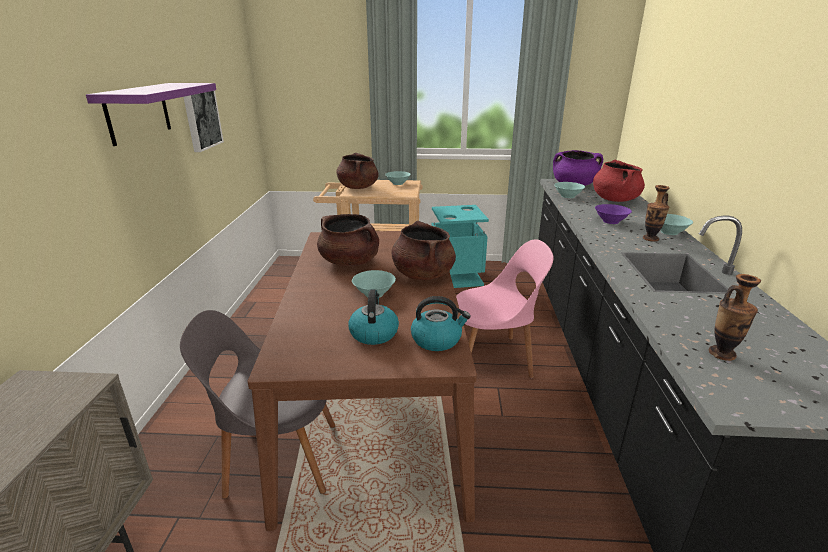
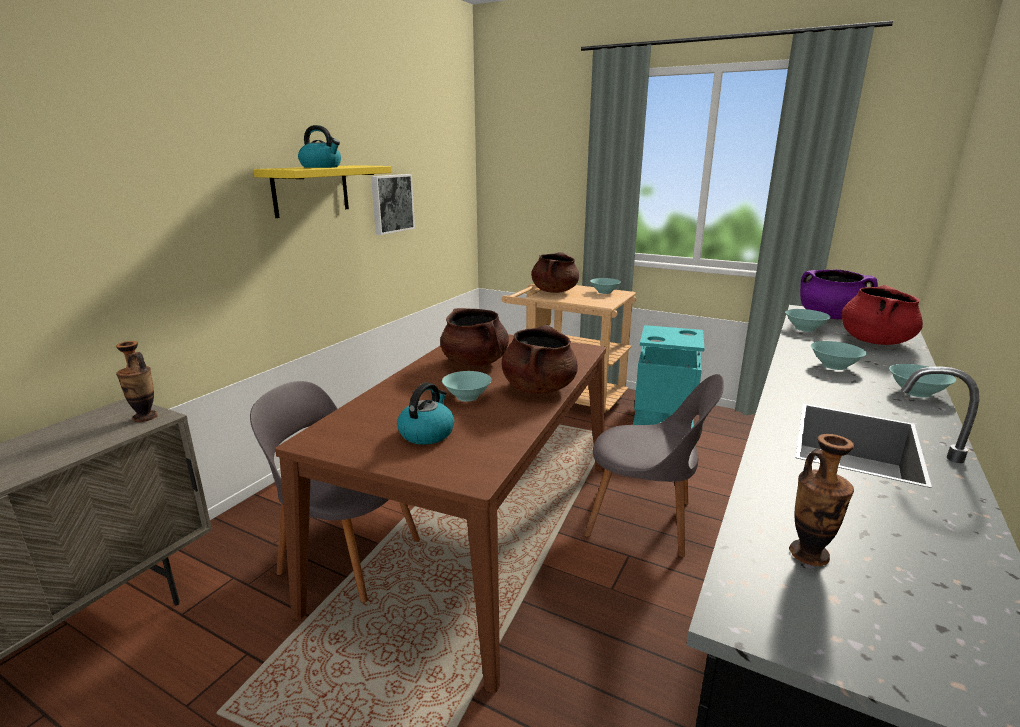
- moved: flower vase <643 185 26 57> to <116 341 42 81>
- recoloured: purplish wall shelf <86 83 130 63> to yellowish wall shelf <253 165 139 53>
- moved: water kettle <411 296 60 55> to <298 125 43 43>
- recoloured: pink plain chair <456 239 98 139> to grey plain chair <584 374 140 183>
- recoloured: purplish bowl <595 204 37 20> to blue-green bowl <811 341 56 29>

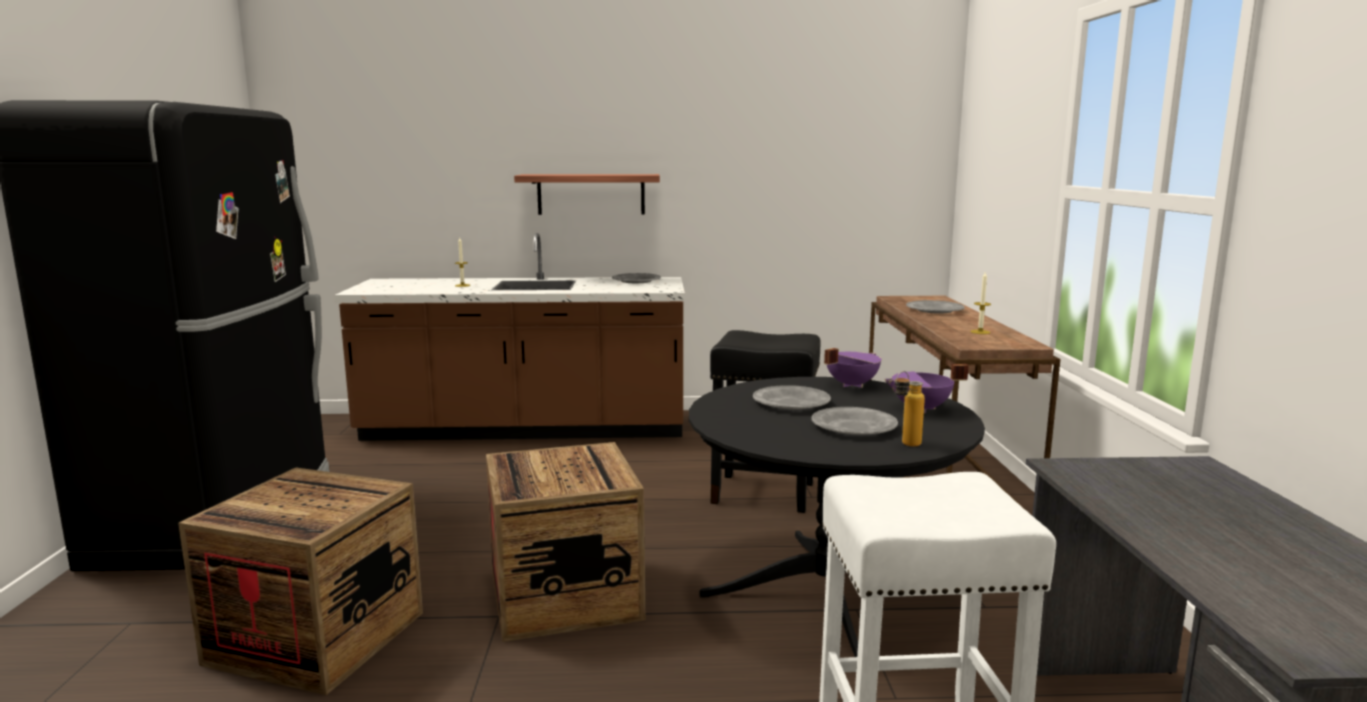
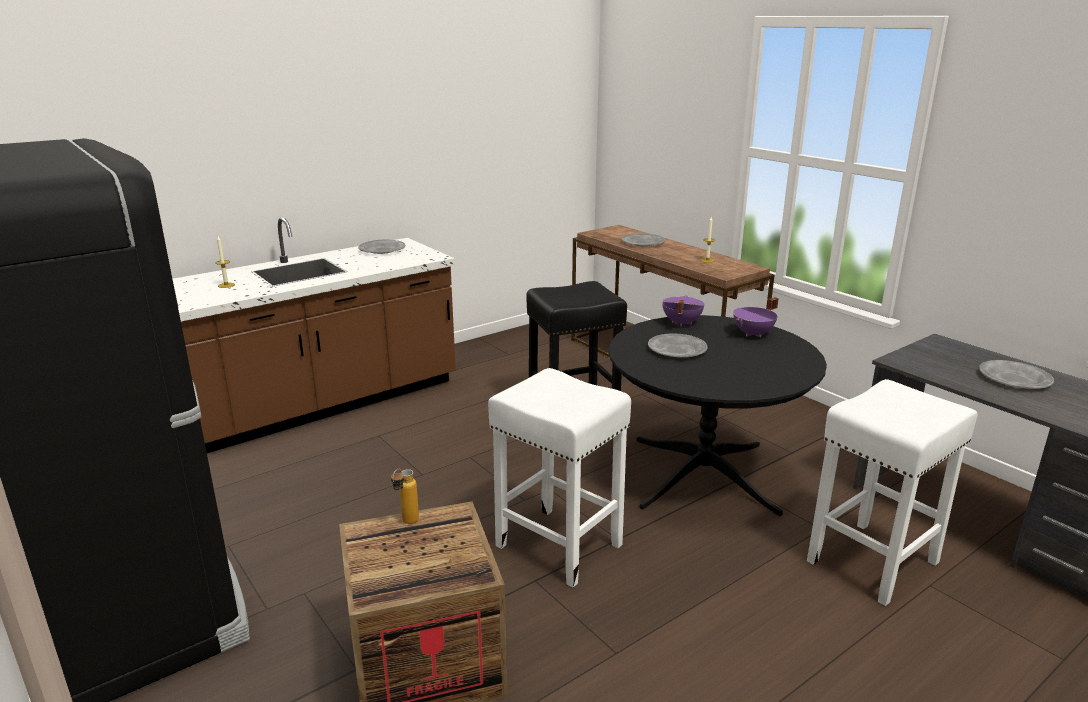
- moved: bottle <895 371 30 76> to <391 468 28 56>
- replaced: packing crate <486 442 159 200> to white sitting stool <488 368 143 220>
- moved: grey flat dish <812 407 86 28> to <979 360 75 29>
- removed: wall shelf <514 174 146 41>

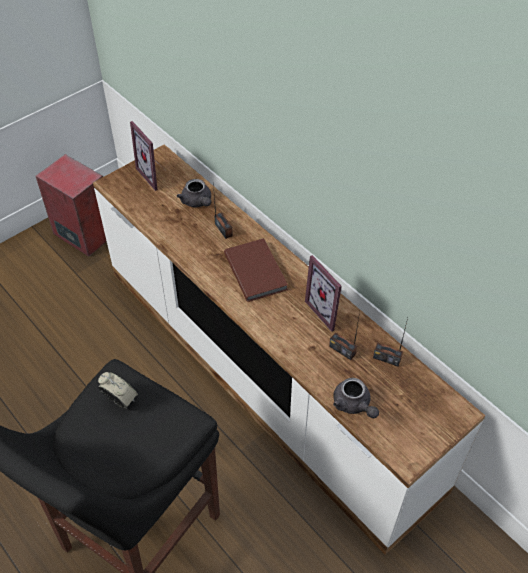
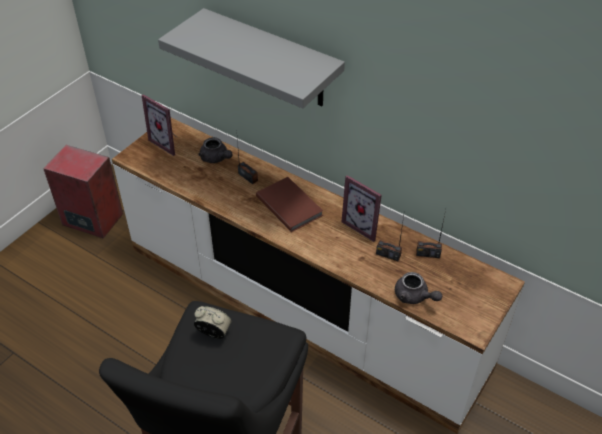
- added: grey wall shelf <158 8 187 100>

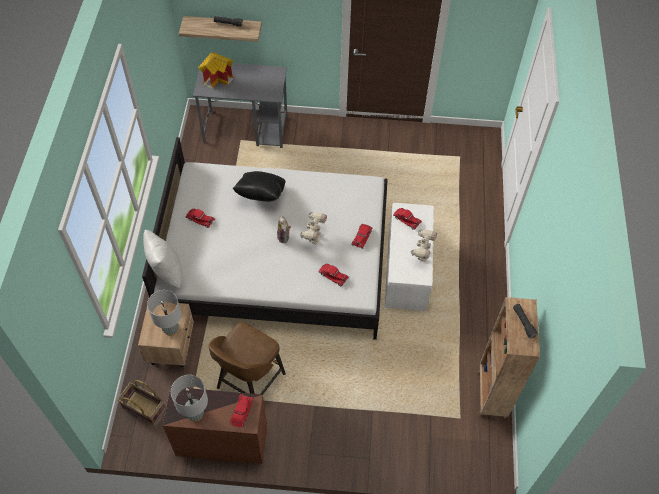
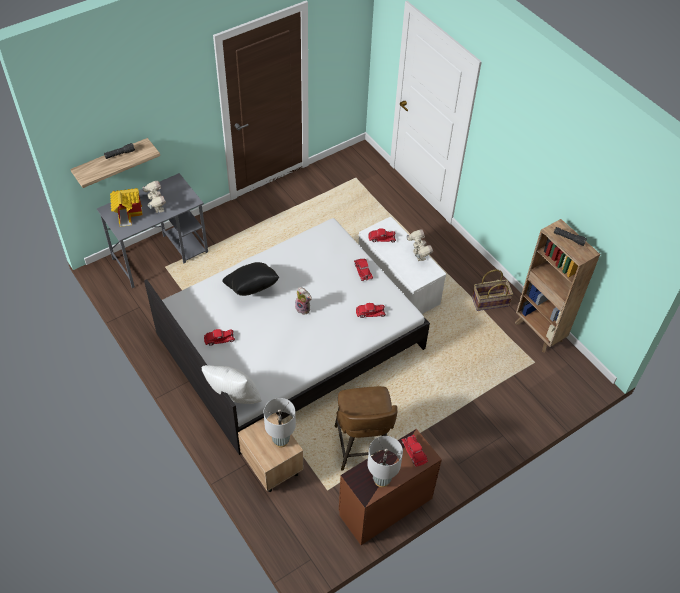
- moved: model robot <300 212 27 33> to <142 181 24 32>
- moved: storage basket <117 380 49 45> to <472 269 41 42>

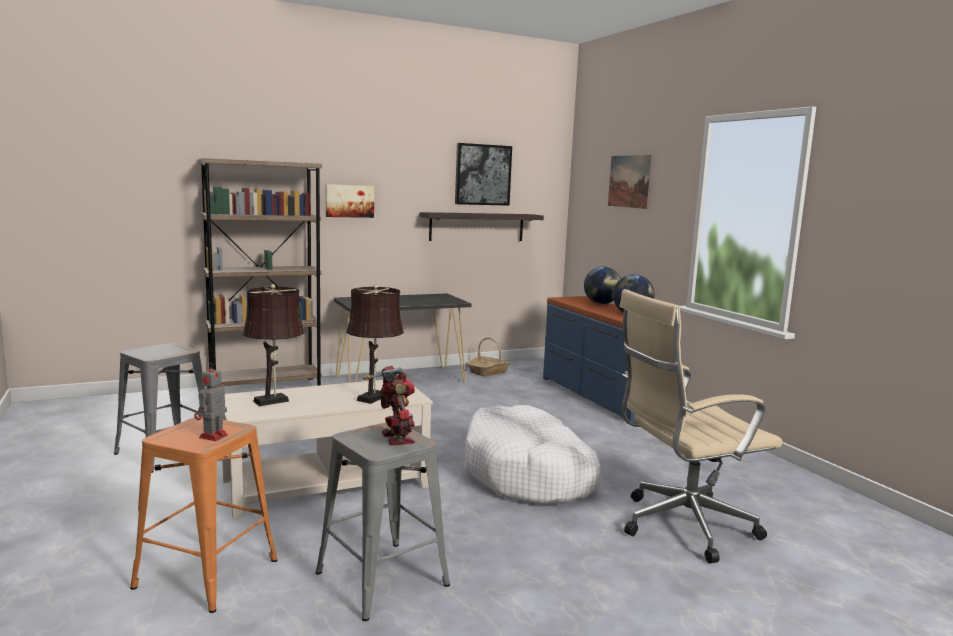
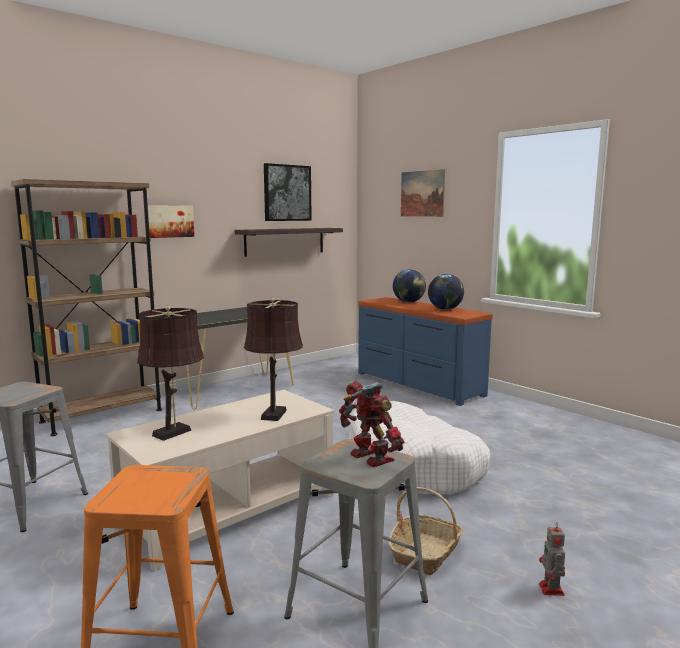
- moved: storage basket <467 338 44 39> to <388 487 75 88>
- moved: model robot <194 362 34 79> to <539 522 26 74>
- removed: beige desk chair <619 289 164 274>

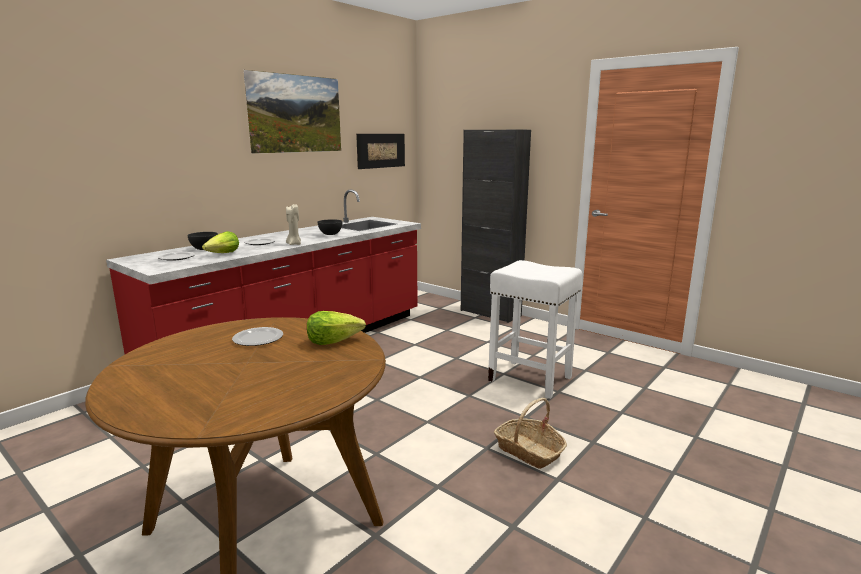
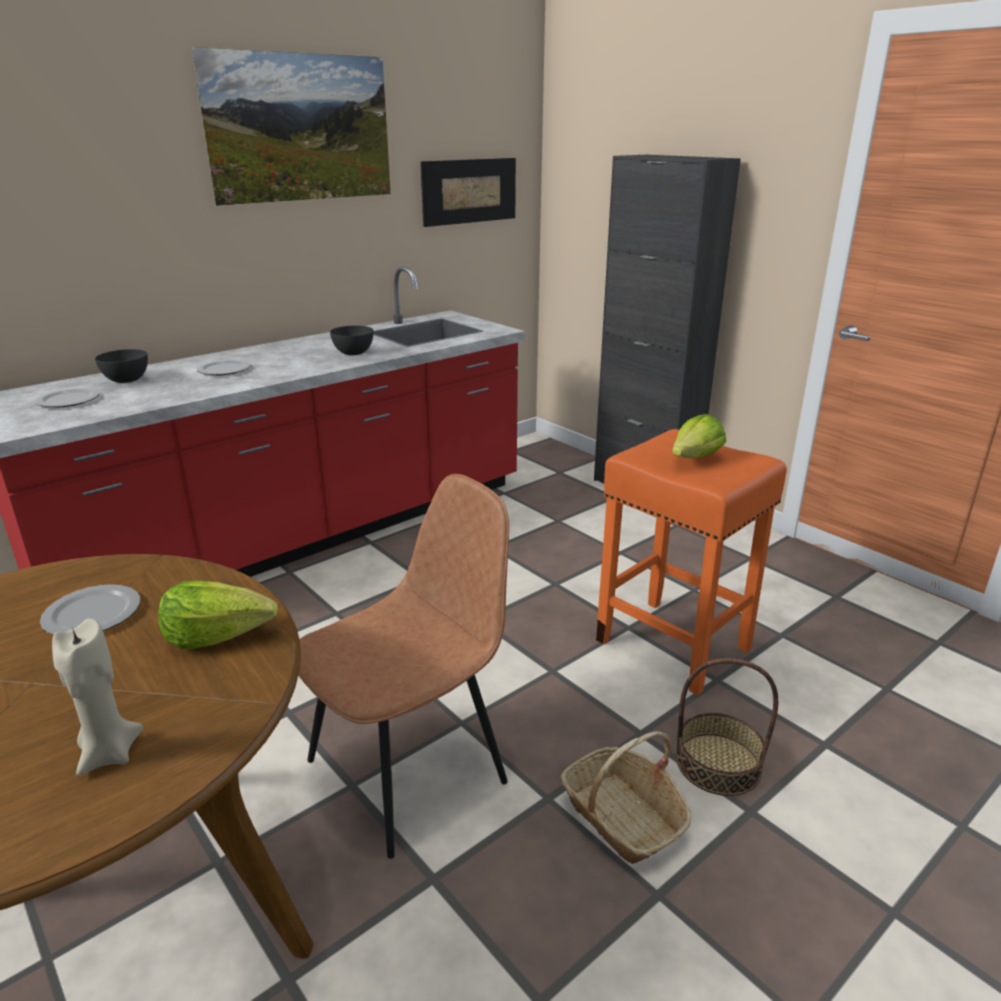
- moved: beige wax candle <286 204 15 41> to <52 618 91 157>
- added: brown-coloured plain chair <298 474 211 385>
- recoloured: white sitting stool <488 260 94 139> to orange-coloured sitting stool <596 429 191 266>
- moved: head of lettuce <202 231 37 22> to <672 414 54 44>
- added: storage basket <676 658 102 138>

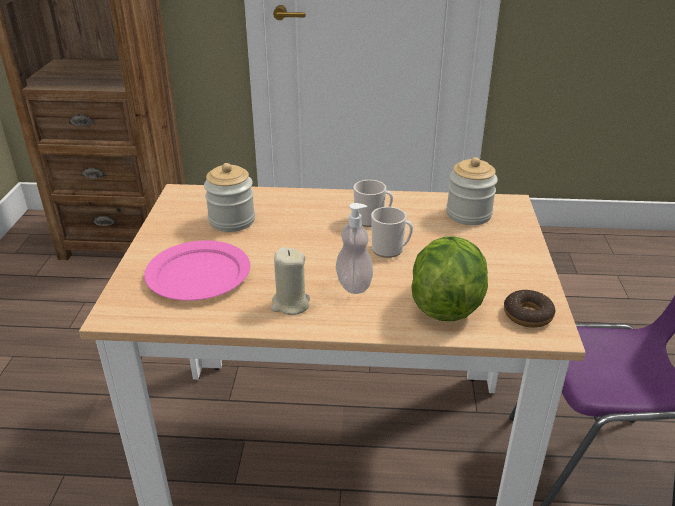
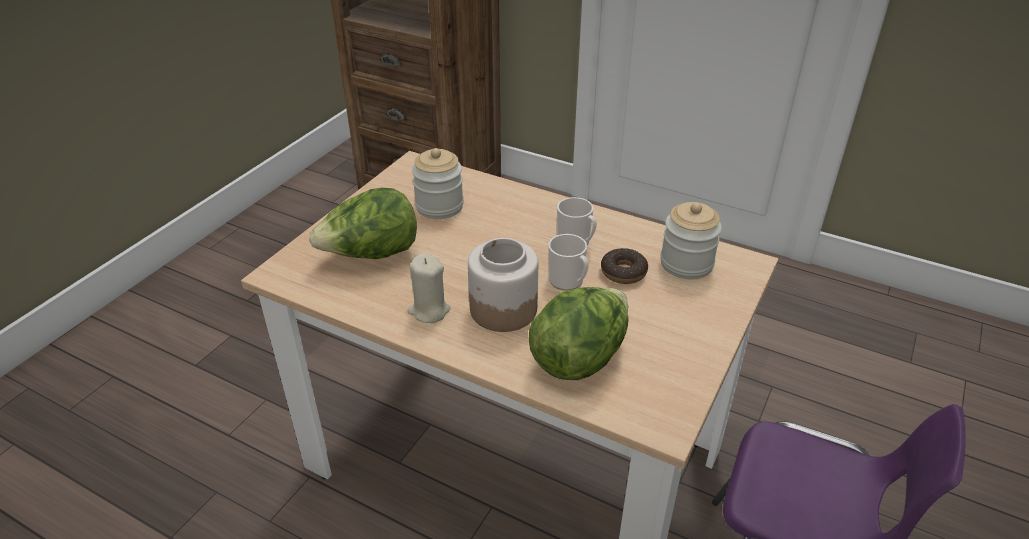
- replaced: pink flat dish <144 240 106 61> to head of lettuce <309 188 108 71>
- replaced: soap bottle <336 203 37 91> to preserve jar <468 238 70 94>
- moved: donut <504 290 51 38> to <601 248 47 36>

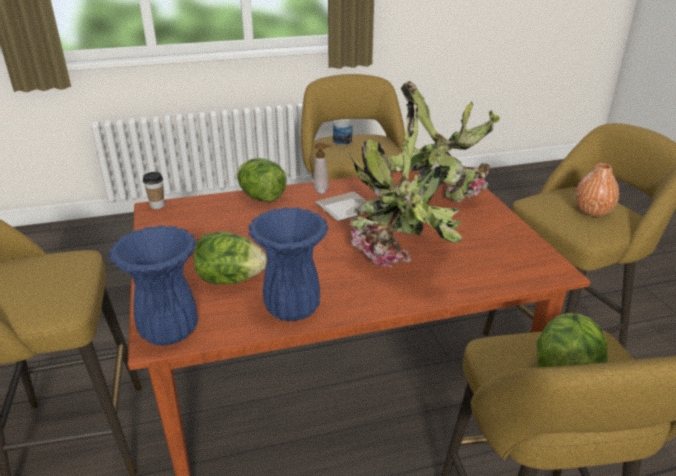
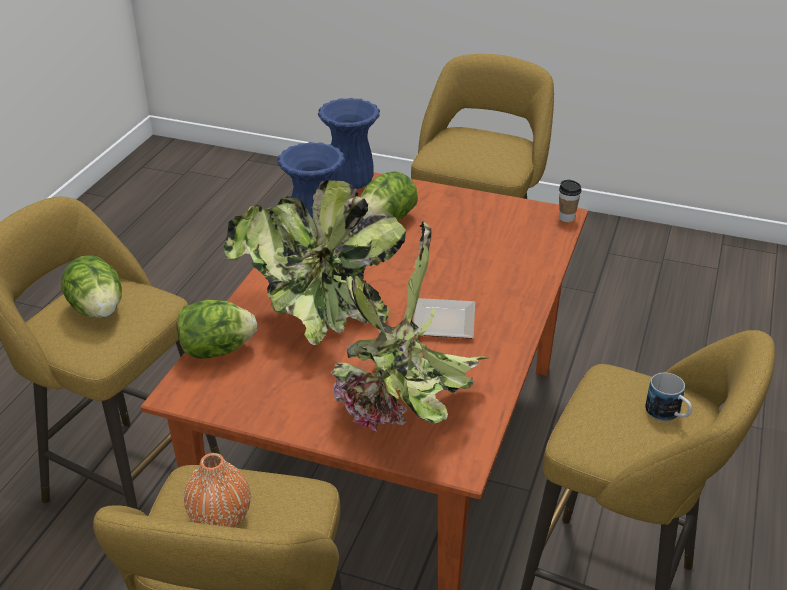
- moved: head of lettuce <237 158 49 44> to <177 300 80 59>
- removed: soap bottle <313 142 19 52>

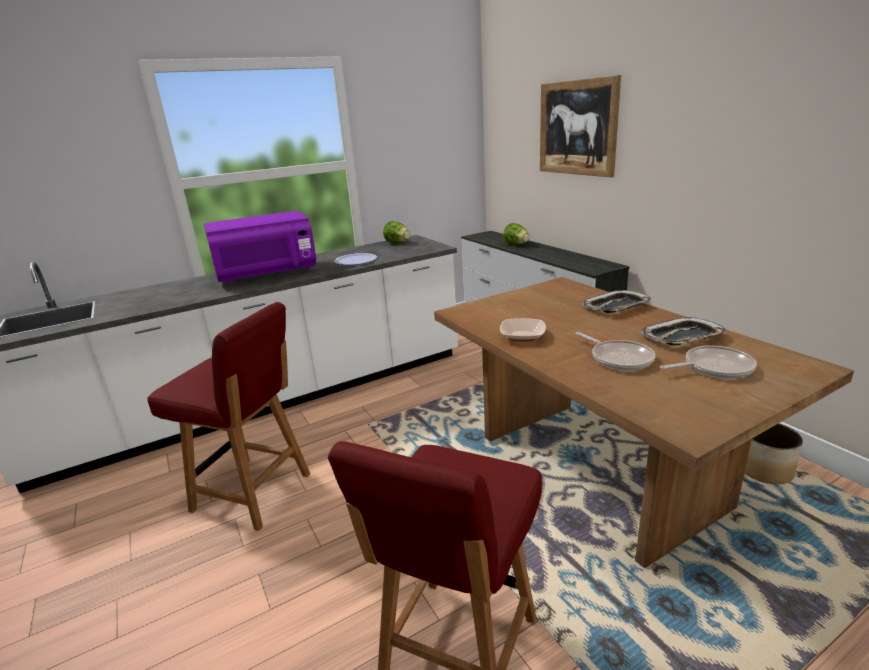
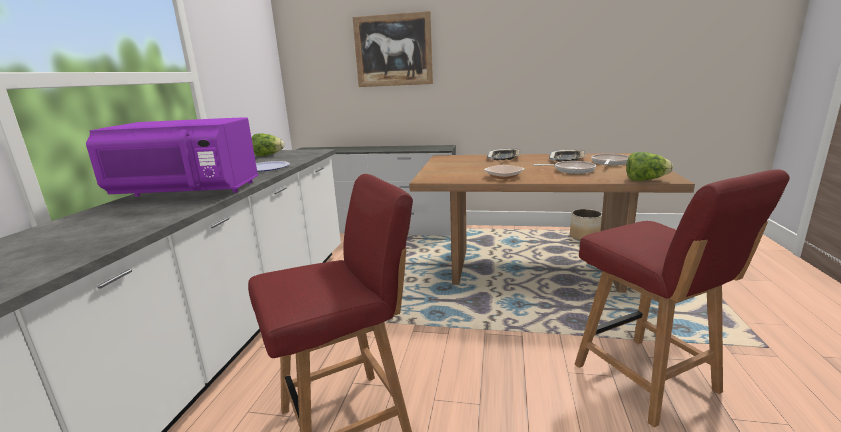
- turned: purplish microwave oven <204 211 112 72> = <86 117 173 80> 75 degrees clockwise
- moved: head of lettuce <503 223 27 22> to <626 152 47 29>

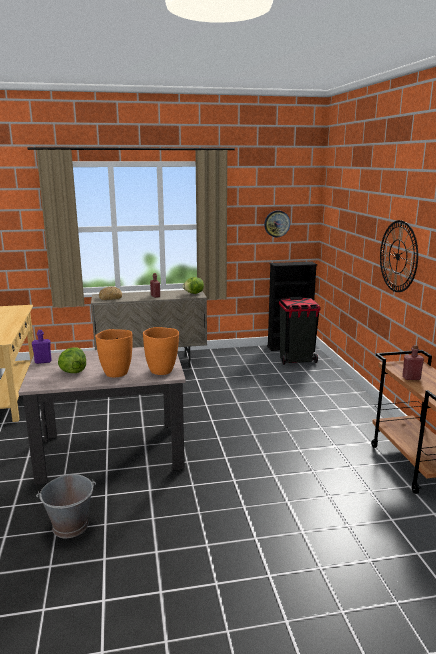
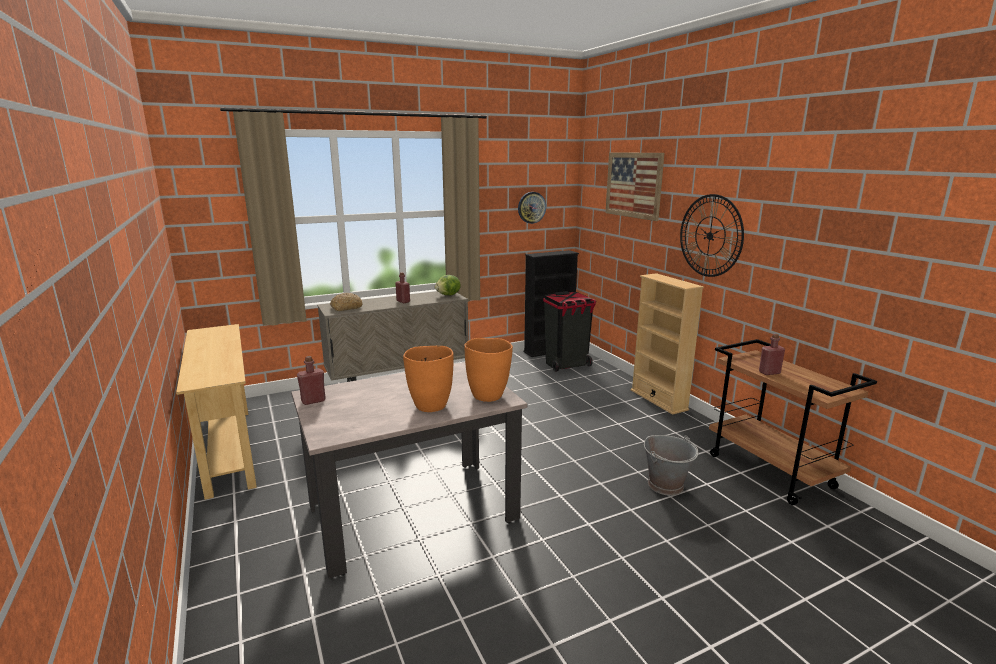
- recoloured: purplish bottle <32 330 20 34> to reddish bottle <297 356 29 49>
- added: wall art <605 153 59 68>
- added: beige bookcase <631 273 73 142>
- moved: grey pail <36 474 60 64> to <644 435 54 61>
- removed: head of lettuce <58 347 28 26>

